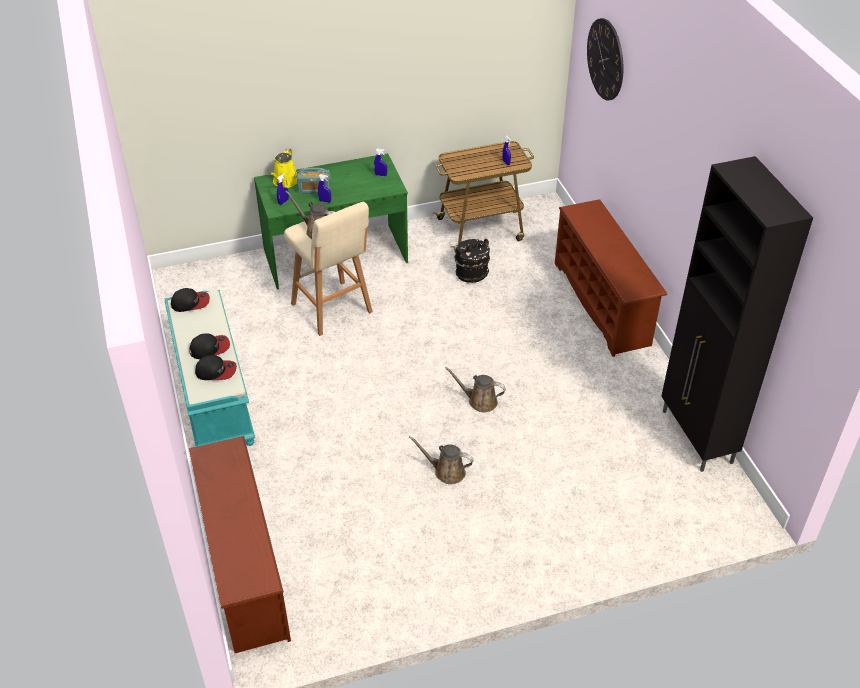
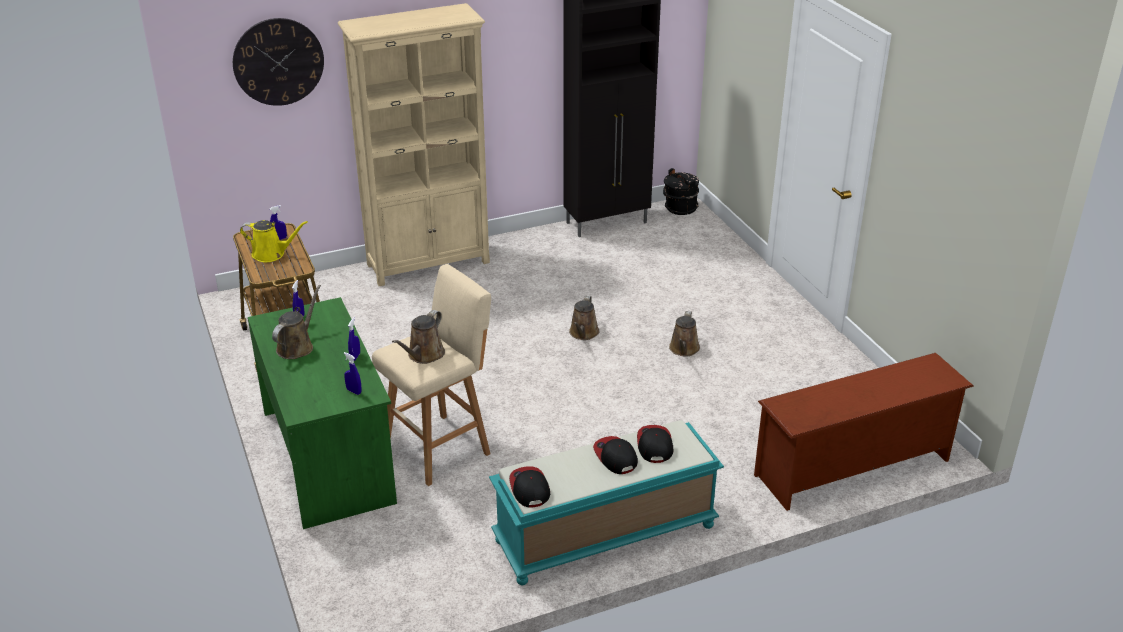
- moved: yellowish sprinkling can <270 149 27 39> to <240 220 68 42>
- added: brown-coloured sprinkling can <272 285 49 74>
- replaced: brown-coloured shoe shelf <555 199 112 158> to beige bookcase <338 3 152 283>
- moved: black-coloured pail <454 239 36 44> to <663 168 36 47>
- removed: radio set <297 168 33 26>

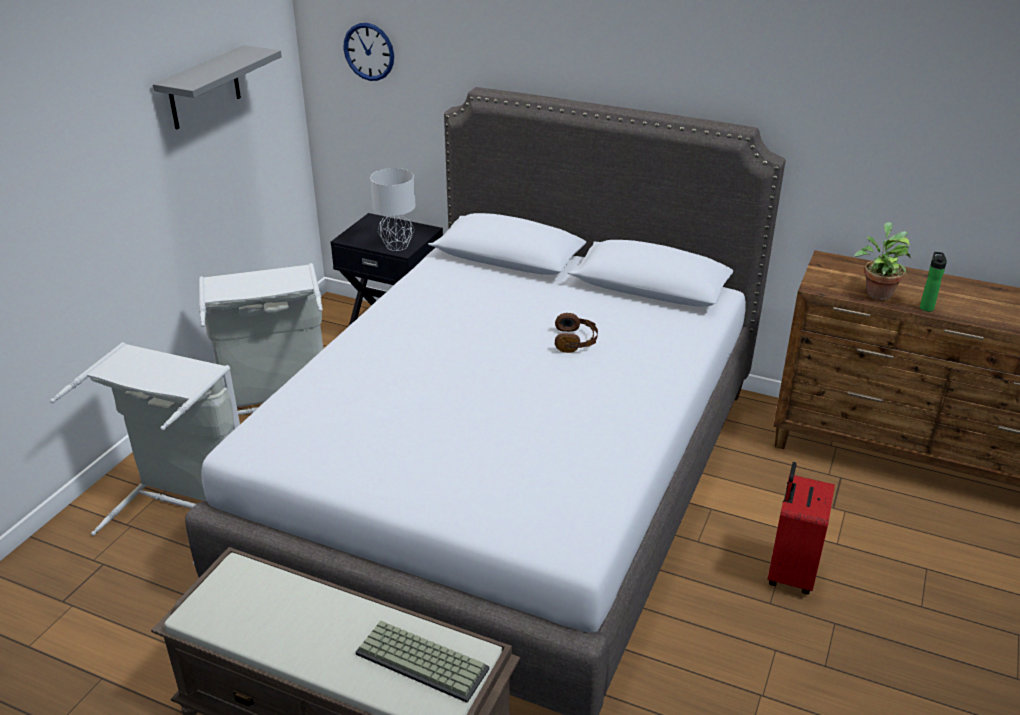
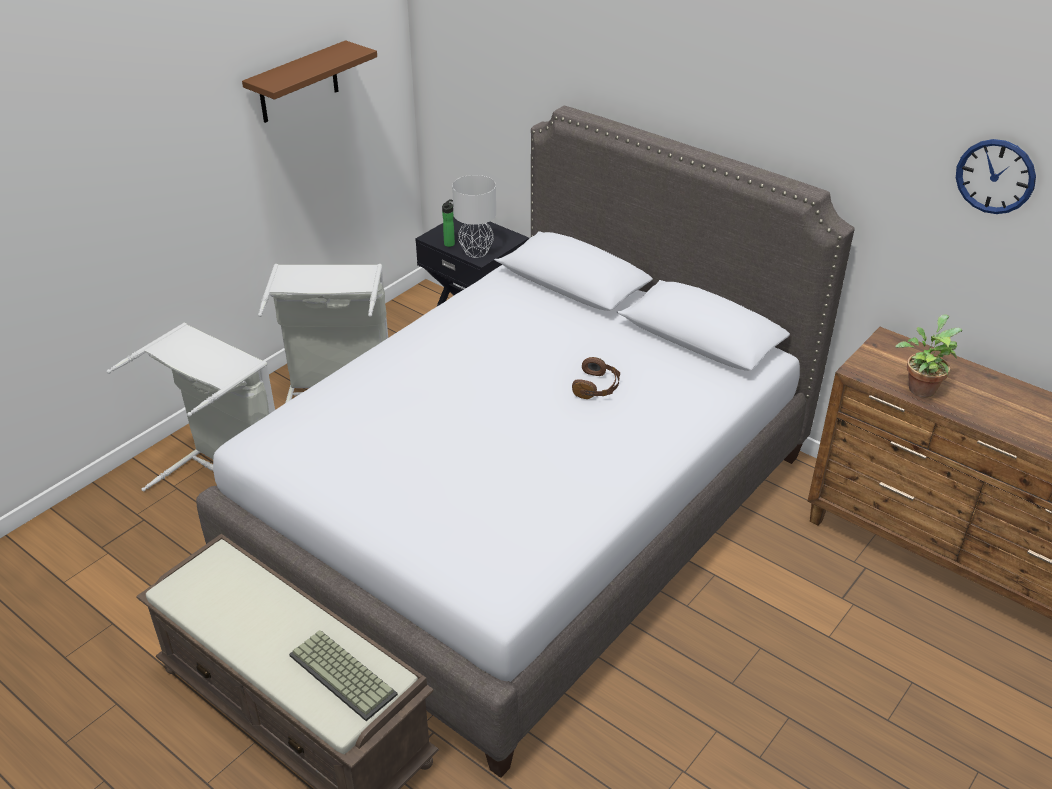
- recoloured: grey wall shelf <153 45 129 84> to brown-coloured wall shelf <242 40 135 83>
- moved: bottle <920 252 27 60> to <442 199 13 48>
- moved: clock on the wall <343 23 51 58> to <956 139 80 75>
- removed: reddish piece of luggage <767 462 68 133>

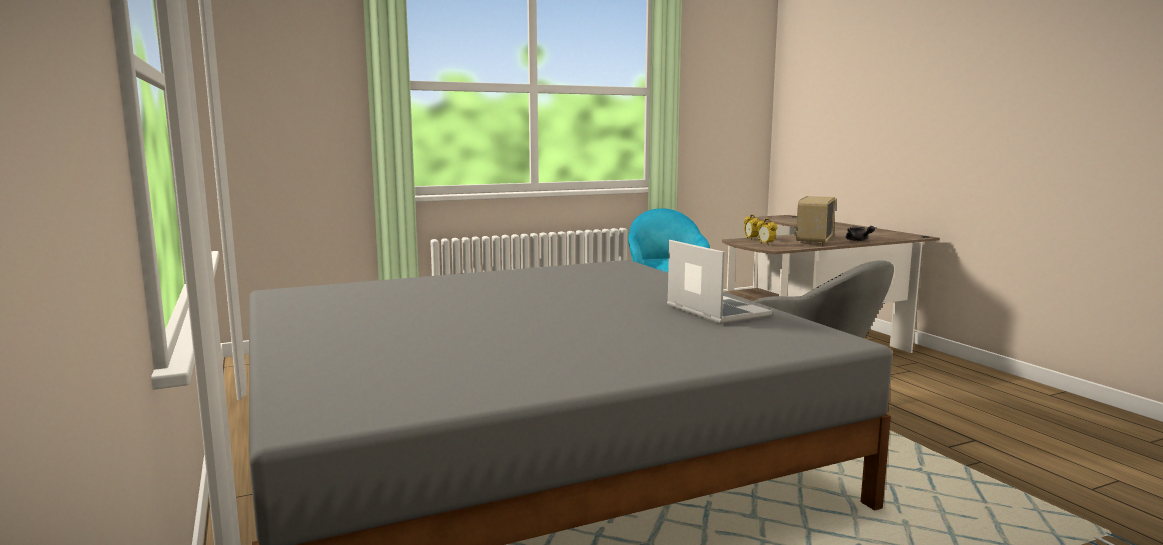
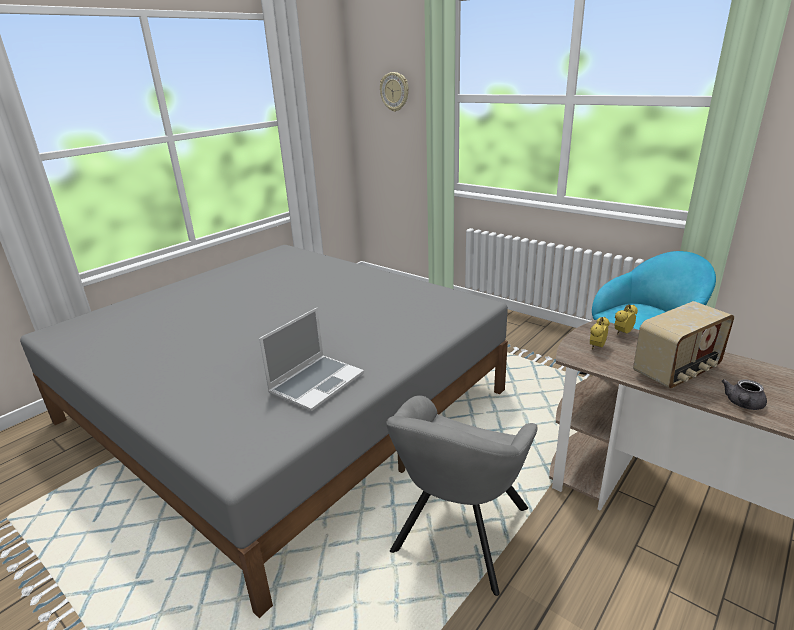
- added: clock on the wall <380 72 29 40>
- turned: radio set <795 196 40 49> = <633 301 101 88> 150 degrees clockwise

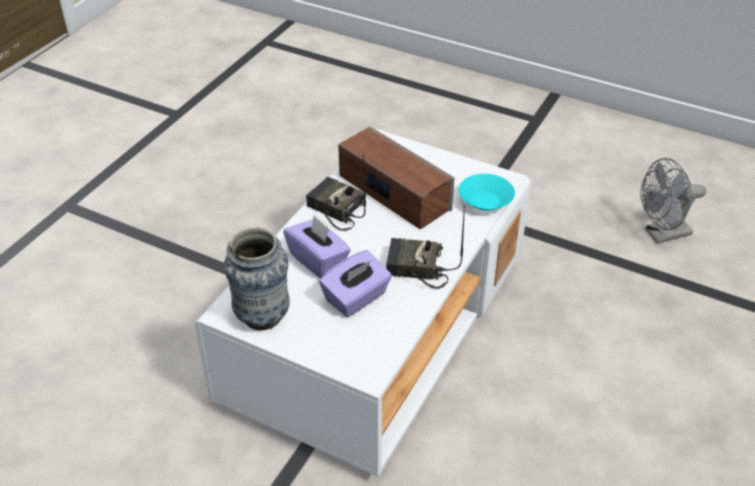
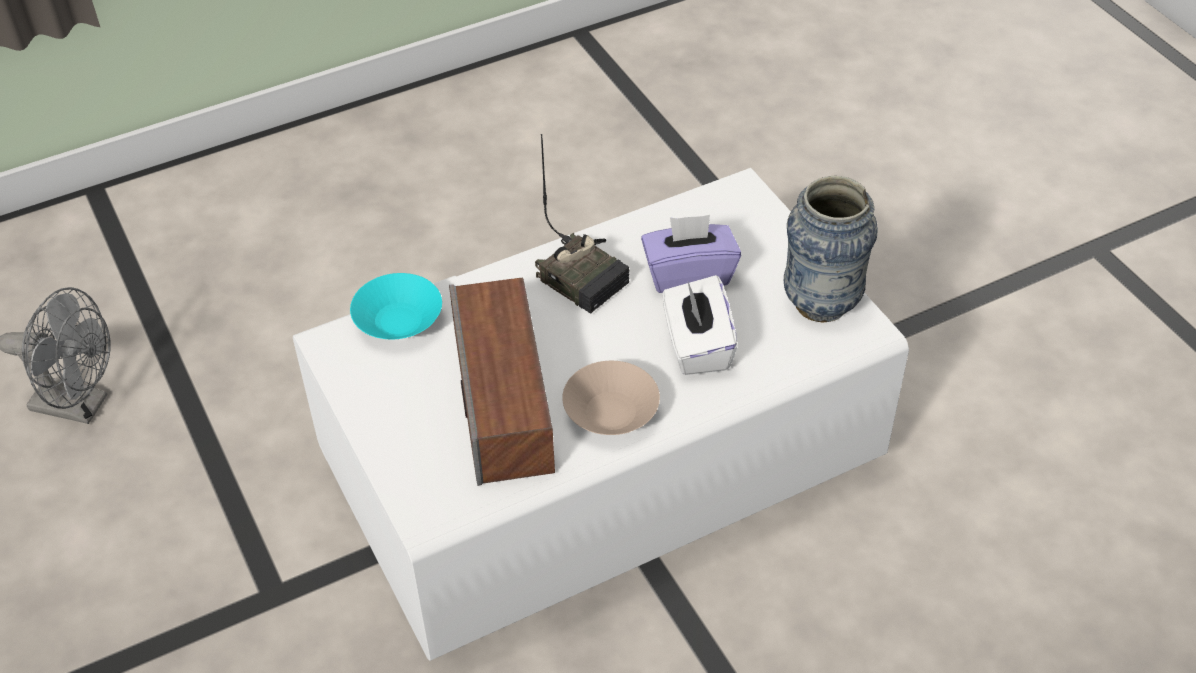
- replaced: radio set <306 154 60 77> to beige bowl <562 361 98 74>
- recoloured: purplish box of tissues <283 216 68 62> to white box of tissues <663 275 74 100>

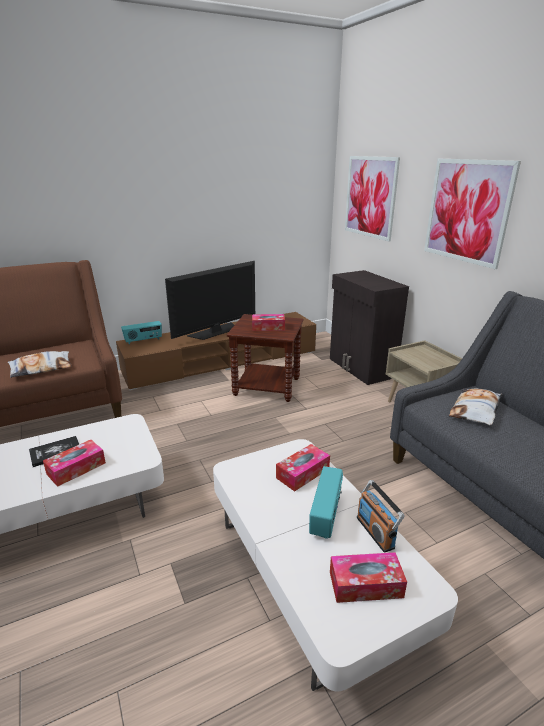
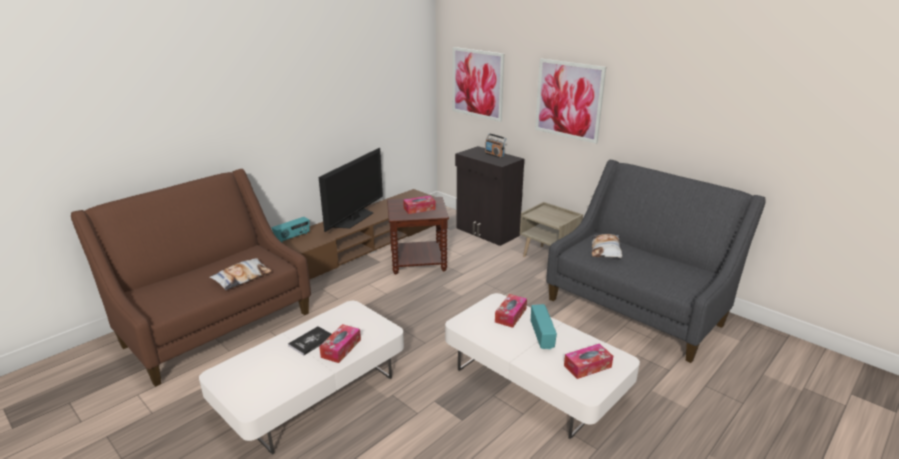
- moved: radio set <357 480 48 73> to <485 133 21 25>

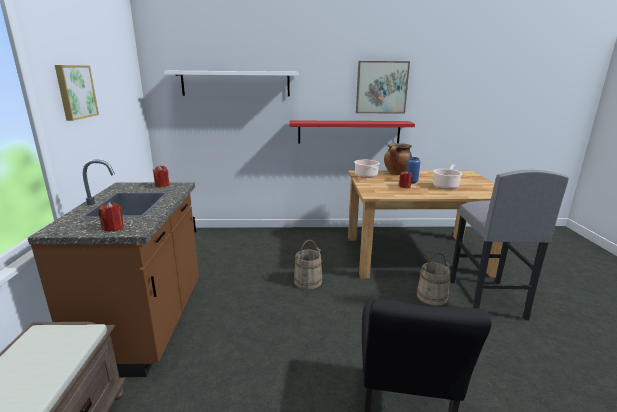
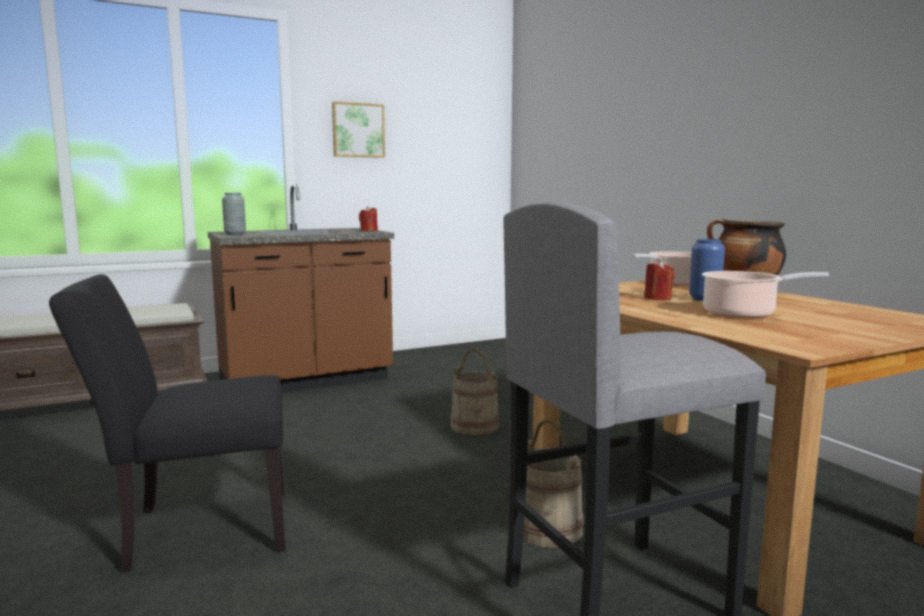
- replaced: reddish wax candle <98 202 26 30> to grey flower vase <222 193 24 42>
- removed: white wall shelf <164 71 135 26>
- removed: reddish wall shelf <289 121 126 22>
- removed: wall art <356 61 54 53>

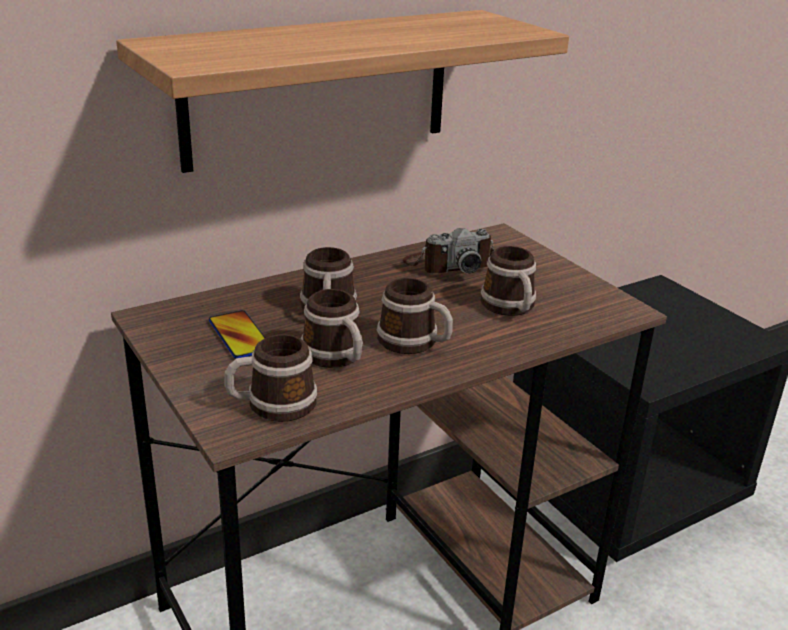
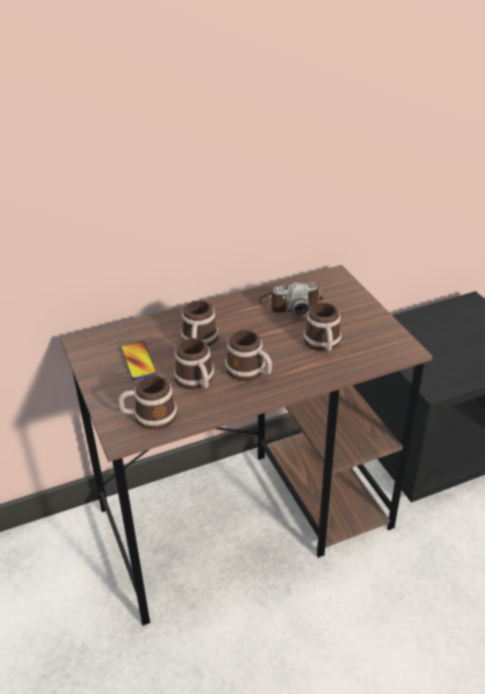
- removed: wall shelf <116 10 453 163>

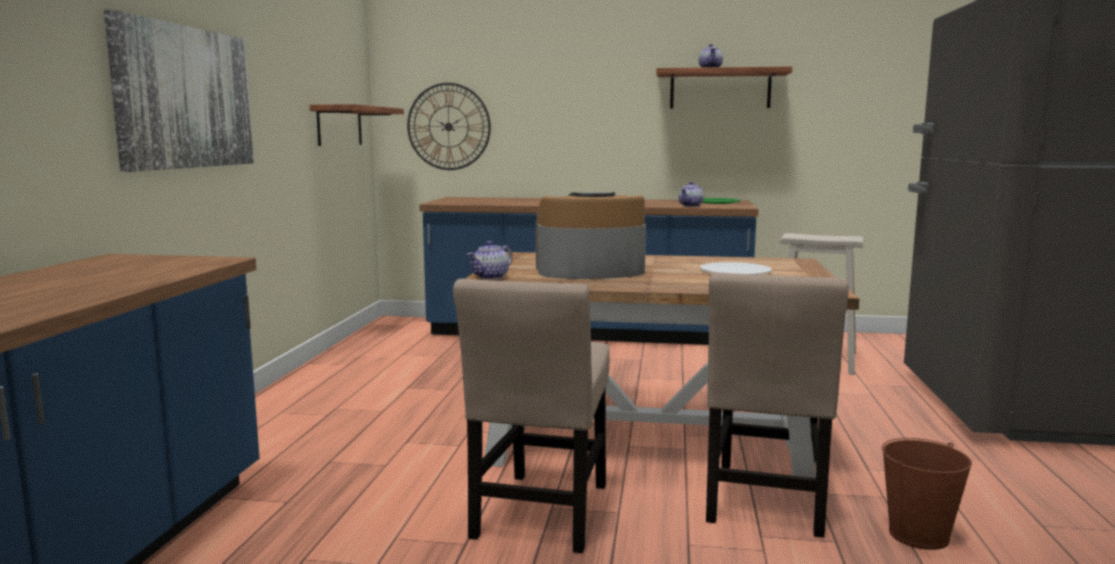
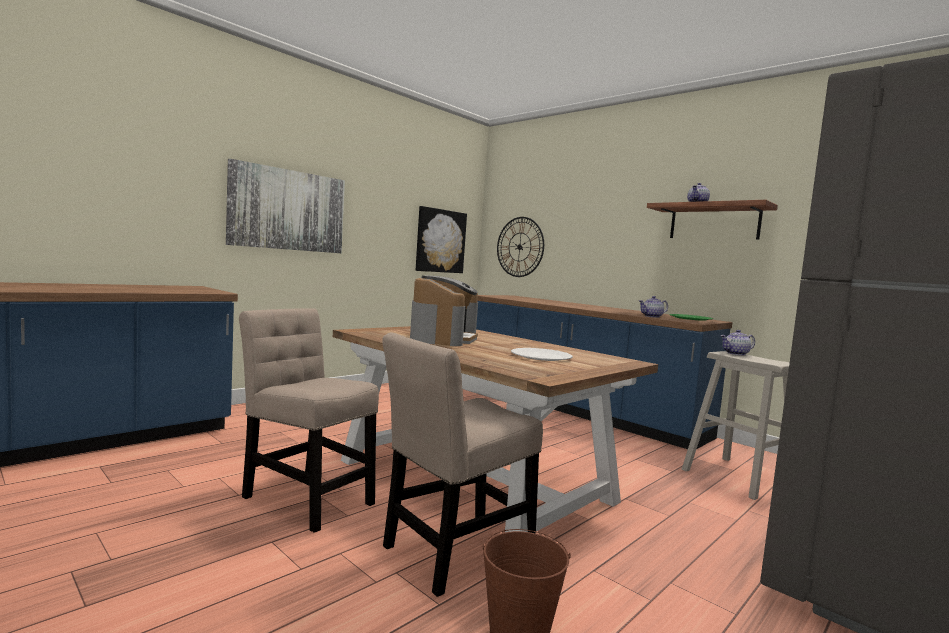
- turned: beige plain chair <453 279 157 274> = <239 308 140 225> 75 degrees clockwise
- turned: coffee maker <536 192 110 87> = <410 275 68 71> 75 degrees clockwise
- replaced: wall shelf <309 104 95 42> to wall art <416 206 51 67>
- moved: tea pot <467 241 46 38> to <720 330 35 25>

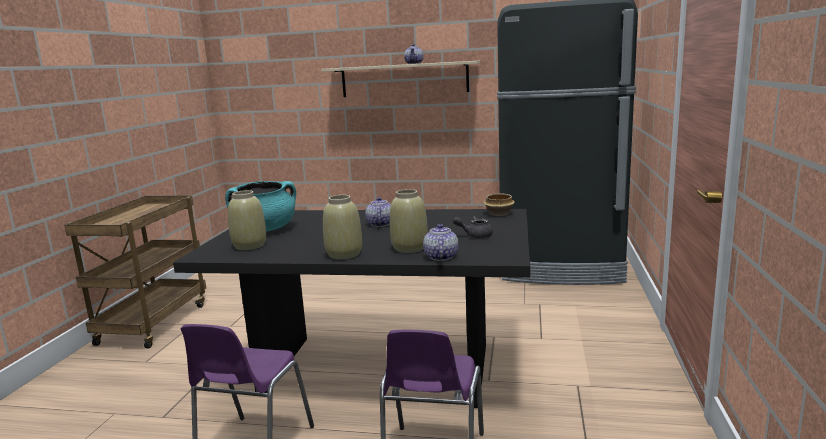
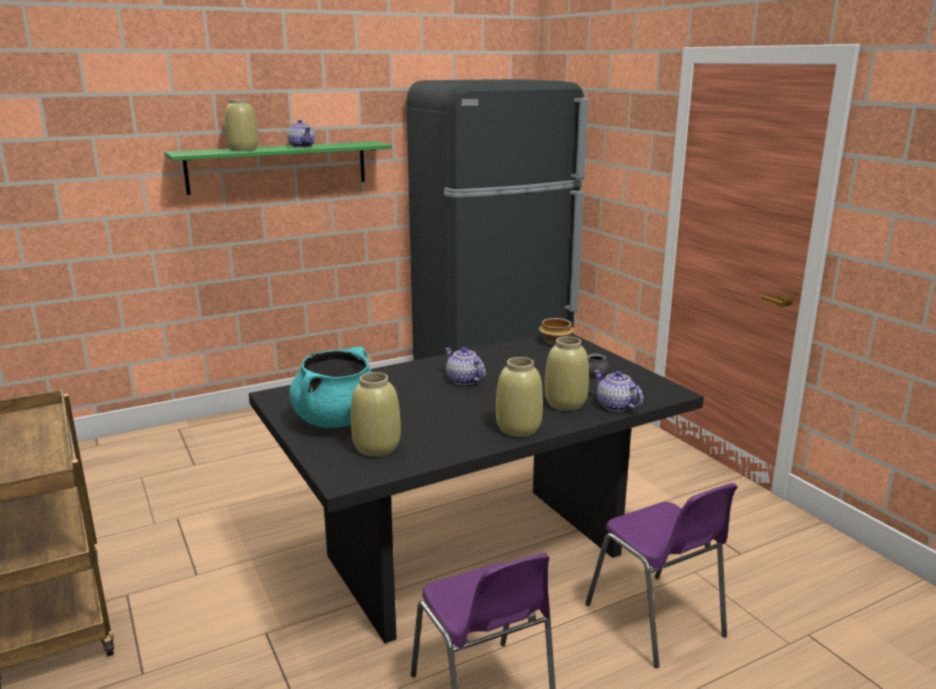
- recoloured: beige wall shelf <321 61 159 36> to green-coloured wall shelf <164 141 228 54>
- added: beige flower vase <225 99 34 52>

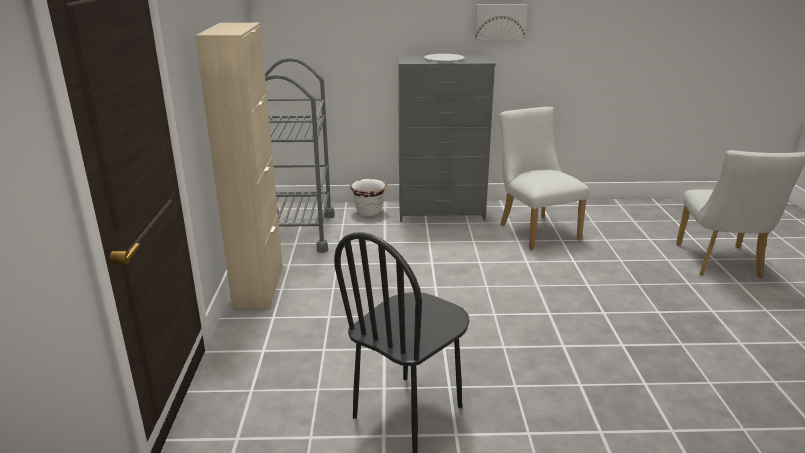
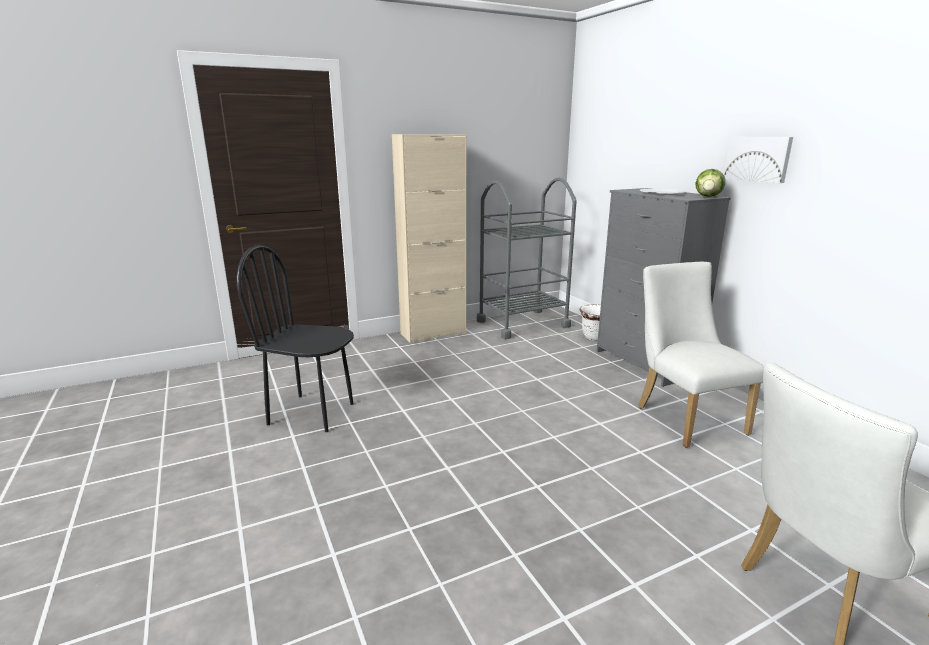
- turned: white plain chair <499 107 91 143> = <638 262 126 185> 60 degrees counterclockwise
- added: head of lettuce <695 169 31 28>

